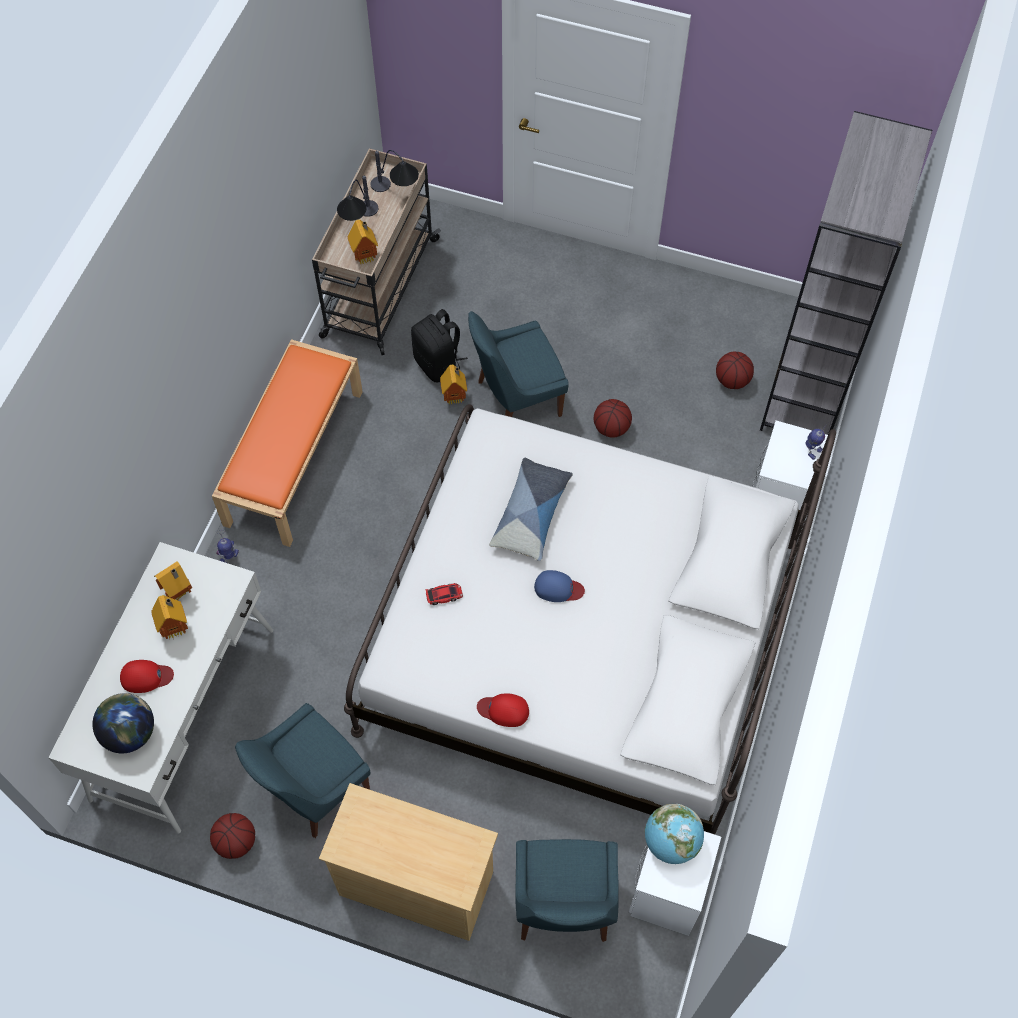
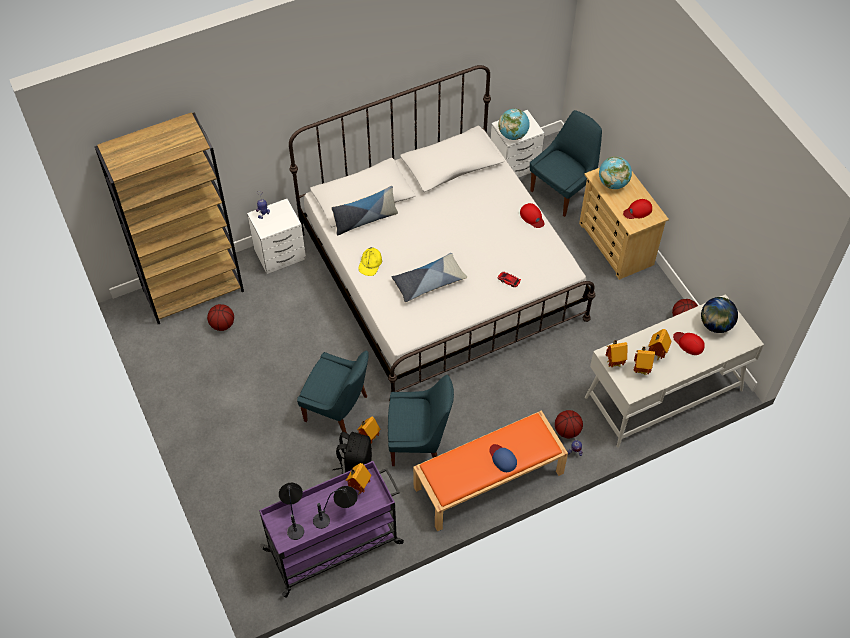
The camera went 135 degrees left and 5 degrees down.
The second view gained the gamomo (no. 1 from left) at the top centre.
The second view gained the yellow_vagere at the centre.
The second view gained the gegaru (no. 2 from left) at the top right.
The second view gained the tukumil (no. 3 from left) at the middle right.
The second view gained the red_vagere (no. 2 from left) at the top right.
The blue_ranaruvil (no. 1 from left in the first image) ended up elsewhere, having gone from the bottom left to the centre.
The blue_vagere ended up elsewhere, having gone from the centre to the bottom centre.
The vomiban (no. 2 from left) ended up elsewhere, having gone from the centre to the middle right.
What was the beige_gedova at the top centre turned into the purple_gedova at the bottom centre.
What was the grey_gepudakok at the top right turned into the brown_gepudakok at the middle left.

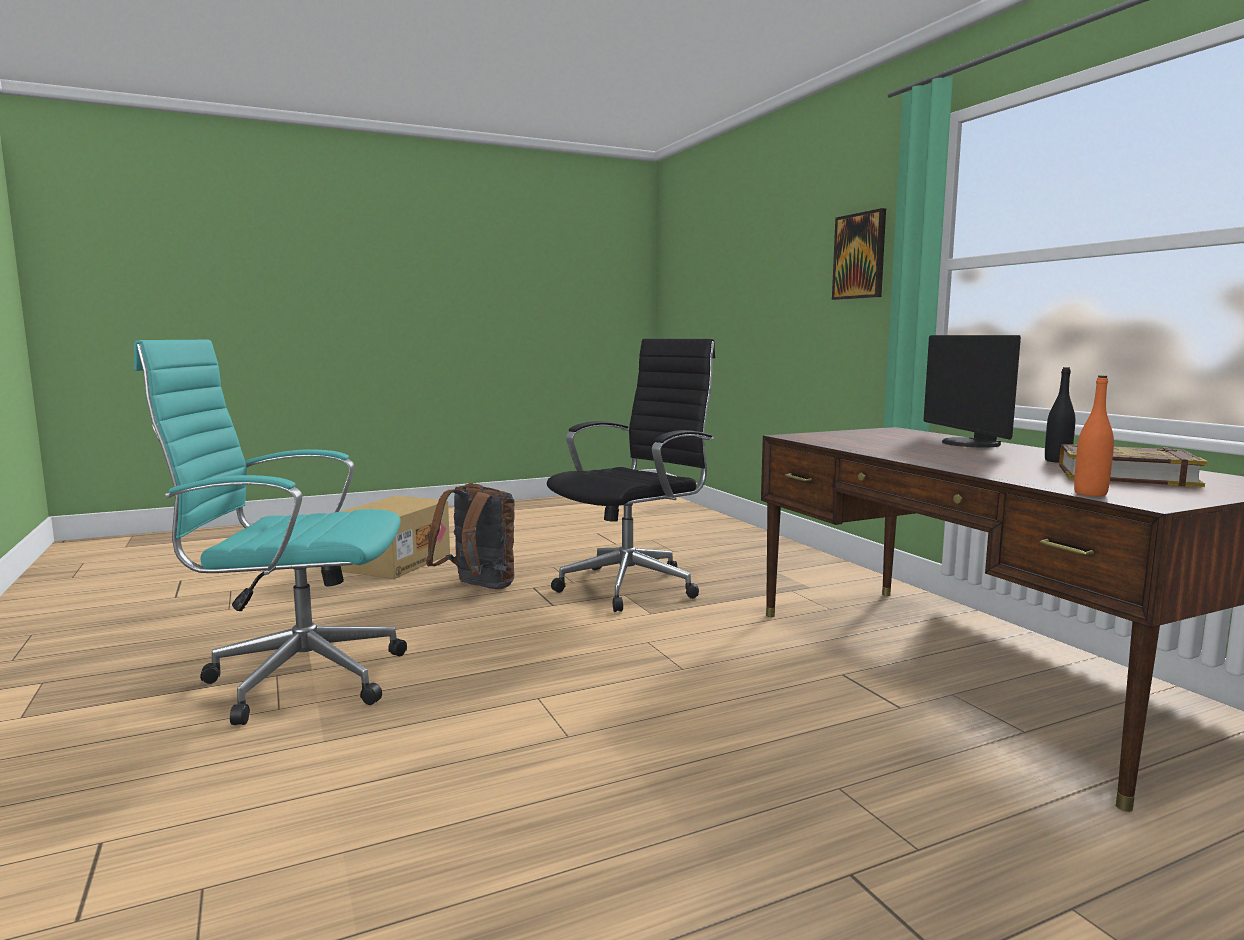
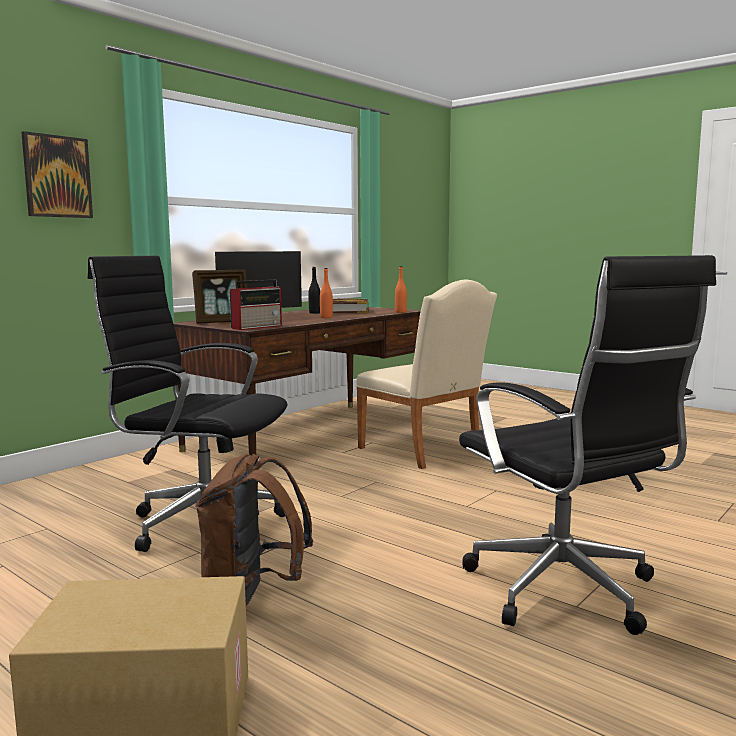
The camera went 115 degrees left and 0 degrees up.
The second view gained the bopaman at the middle left.
The second view gained the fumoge at the centre.
The second view gained the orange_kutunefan (no. 1 from left) at the centre.
The second view gained the beige_ranaruvil at the centre.
What was the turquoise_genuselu at the middle left turned into the black_genuselu (no. 2 from left) at the middle right.

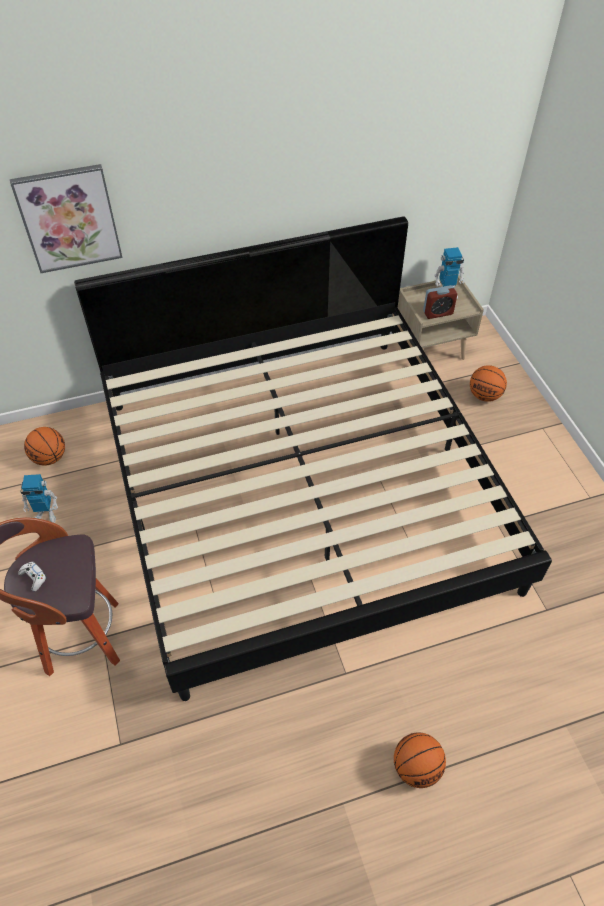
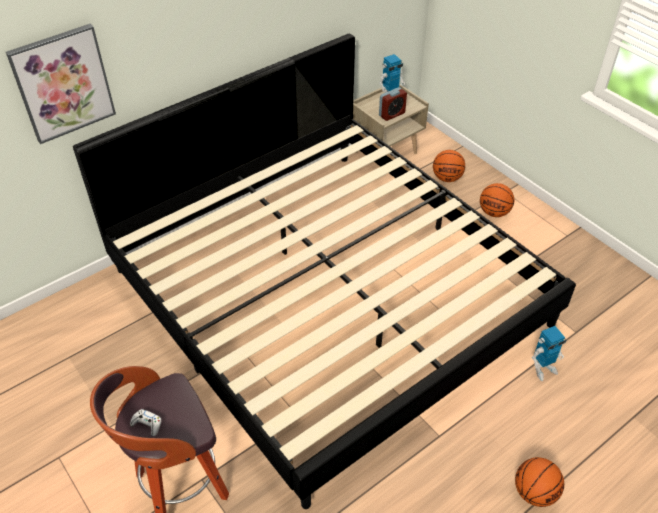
The camera went 20 degrees left and 5 degrees down.
The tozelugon (no. 1 from left in the first image) ended up elsewhere, having gone from the middle left to the bottom right.
The vomiban (no. 1 from left in the first image) ended up elsewhere, having gone from the middle left to the middle right.

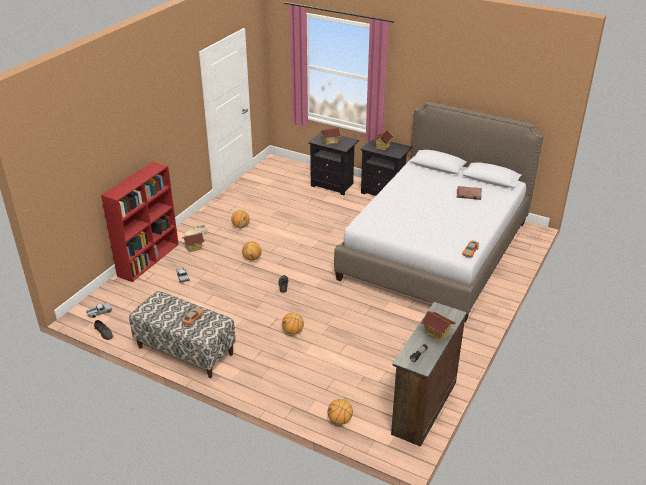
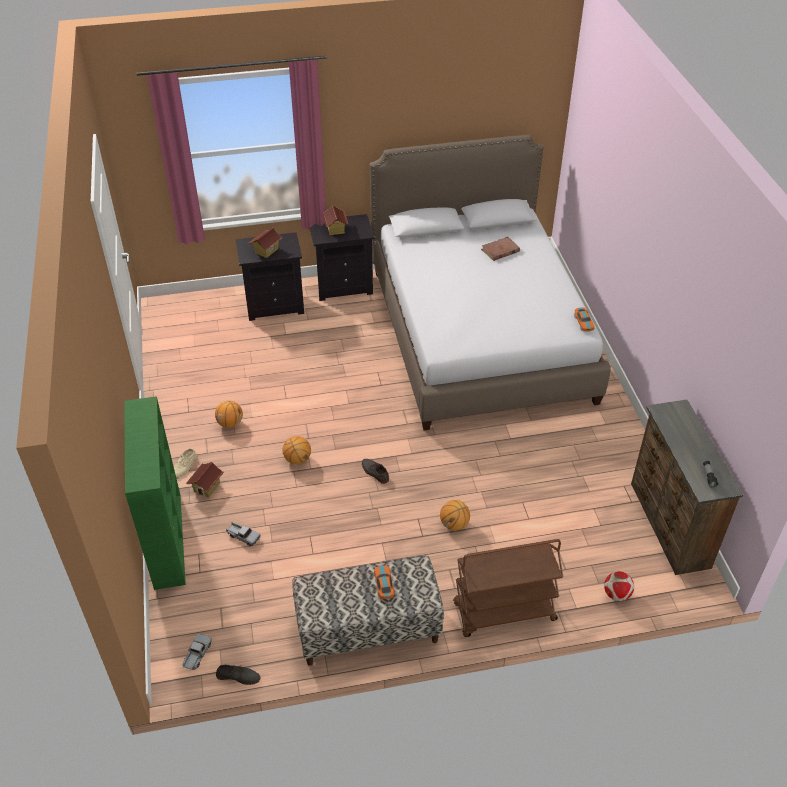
The camera went 40 degrees left and 10 degrees up.
The second view lost the tukumil (no. 4 from left) at the bottom right.
The second view gained the brown_gedova at the bottom centre.
Where the vomiban (no. 4 from left) stood at the bottom centre, the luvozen came to stand at the bottom right.
What was the red_gepudakok at the middle left turned into the green_gepudakok at the middle left.

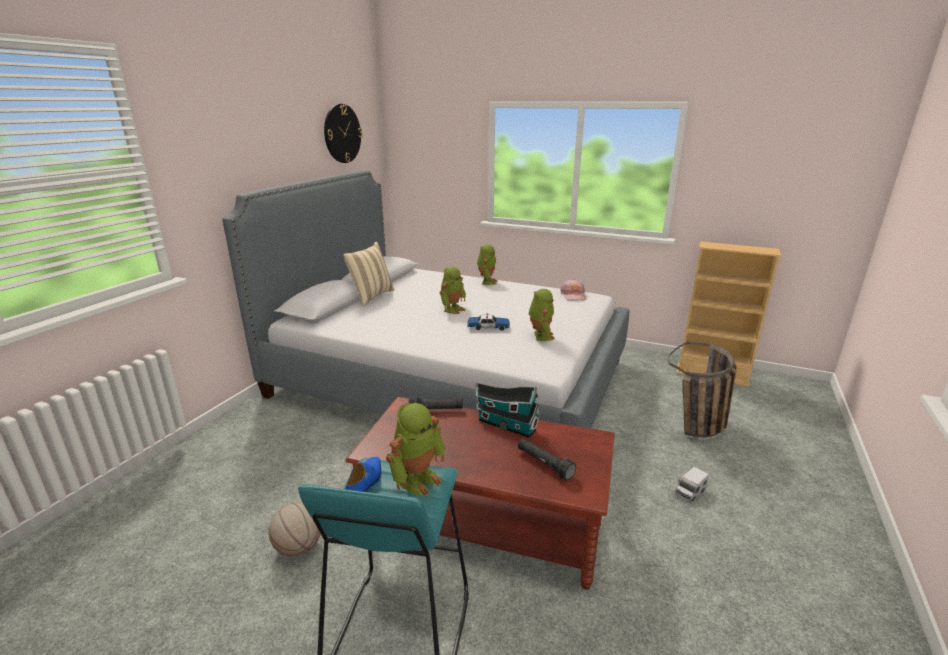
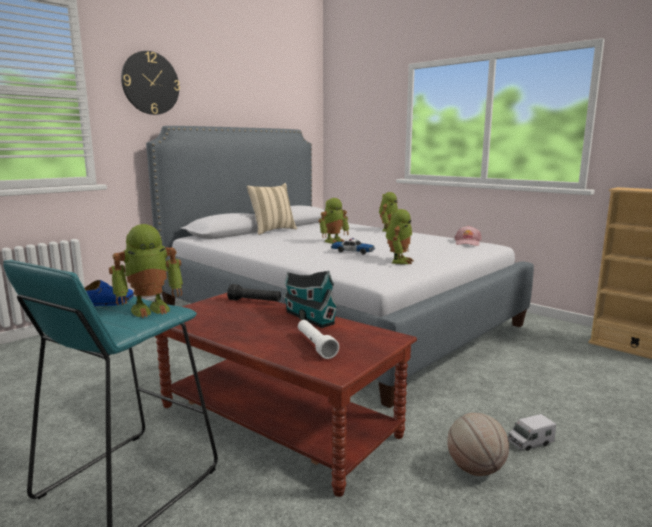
The camera went 20 degrees right and 10 degrees down.
The second view lost the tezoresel at the middle right.
The vomiban ended up elsewhere, having gone from the bottom left to the bottom right.
The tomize ended up elsewhere, having gone from the top centre to the top left.
What was the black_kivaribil (no. 2 from left) at the bottom centre turned into the white_kivaribil at the centre.

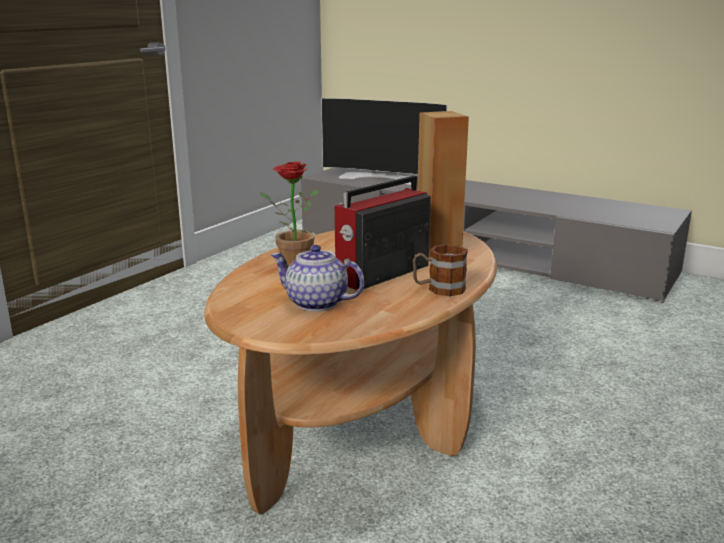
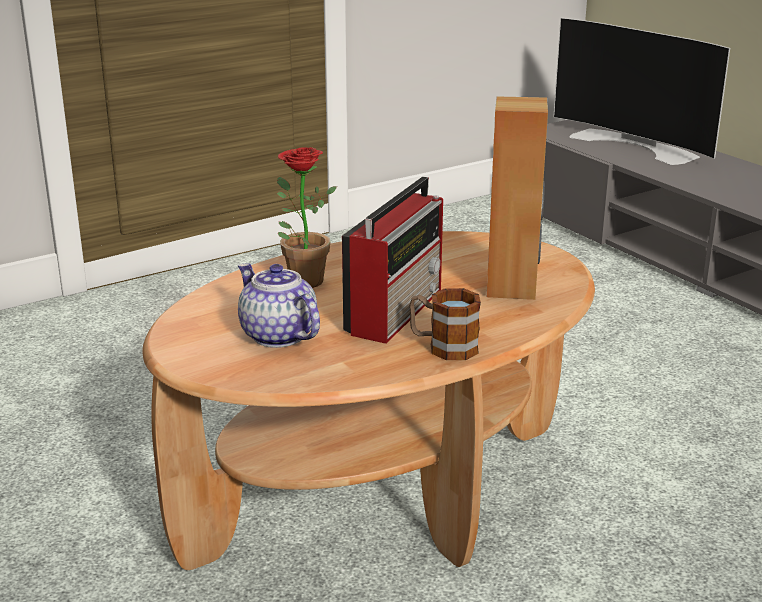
The camera went 25 degrees right and 5 degrees up.
The fumoge at the centre ended up facing another way, 135 degrees clockwise from before.

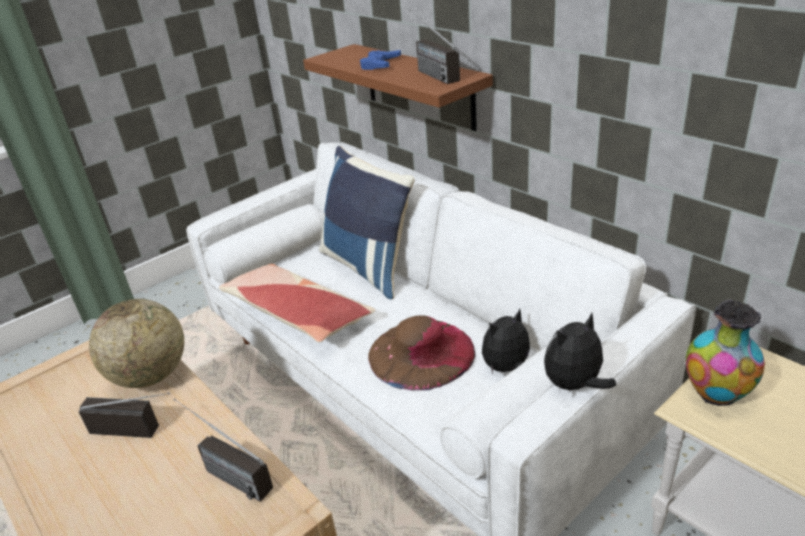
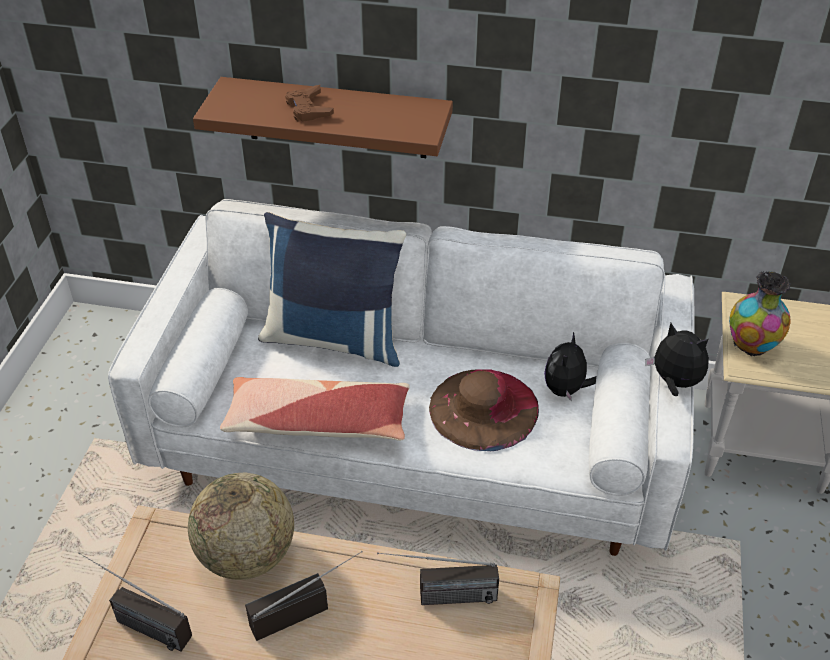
The camera went 40 degrees left and 10 degrees up.
The fumoge (no. 3 from left in the first image) ended up elsewhere, having gone from the top centre to the bottom left.
What was the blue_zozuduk at the top centre turned into the brown_zozuduk at the top centre.
The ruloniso (no. 2 from left) at the middle right ended up facing another way, 105 degrees clockwise from before.

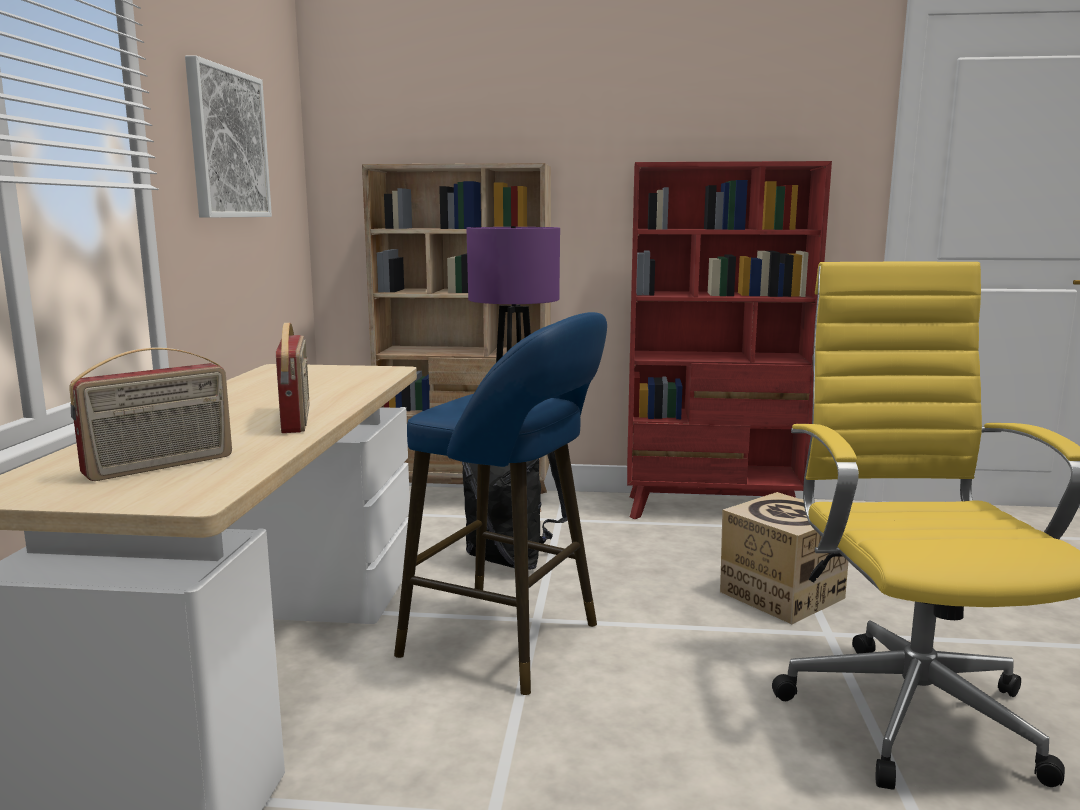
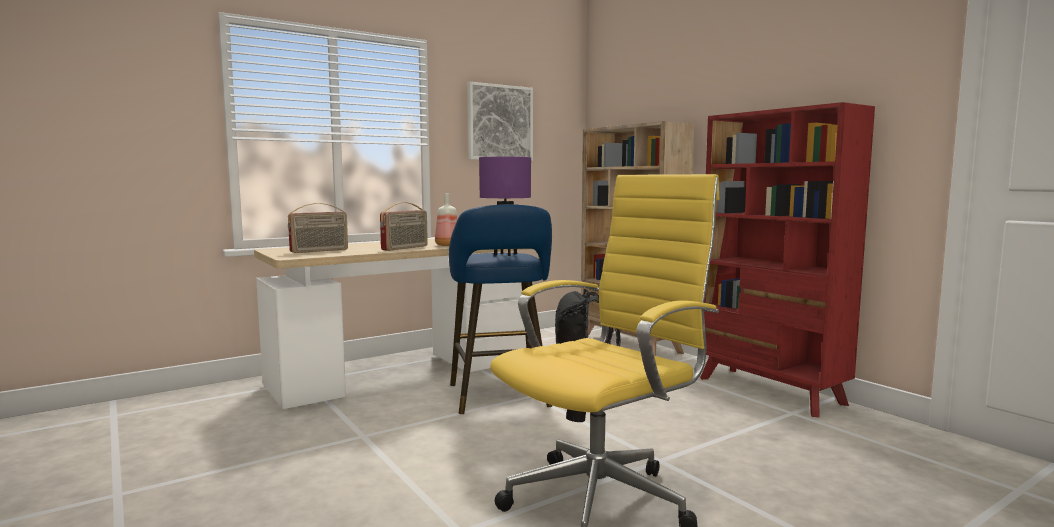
The camera went 50 degrees right and 5 degrees down.
The second view lost the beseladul at the bottom right.
The second view gained the kutunefan at the centre.
The fumoge (no. 1 from left) at the middle left ended up facing another way, 45 degrees counterclockwise from before.

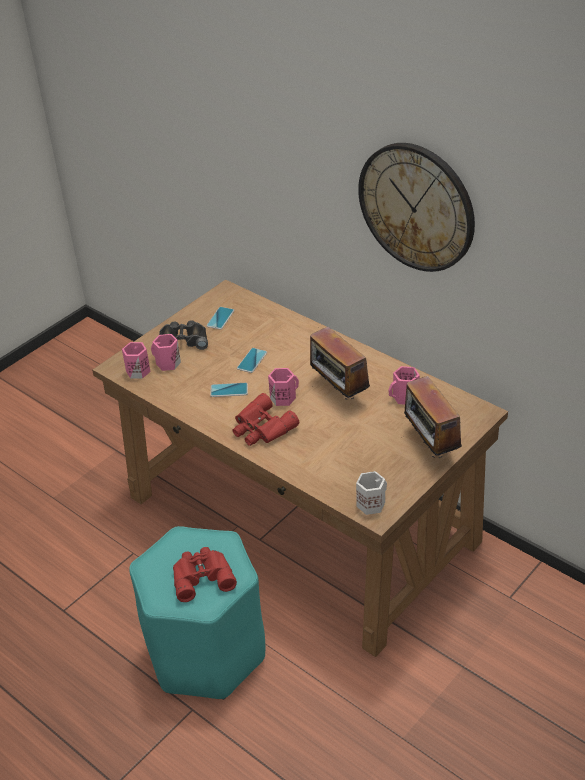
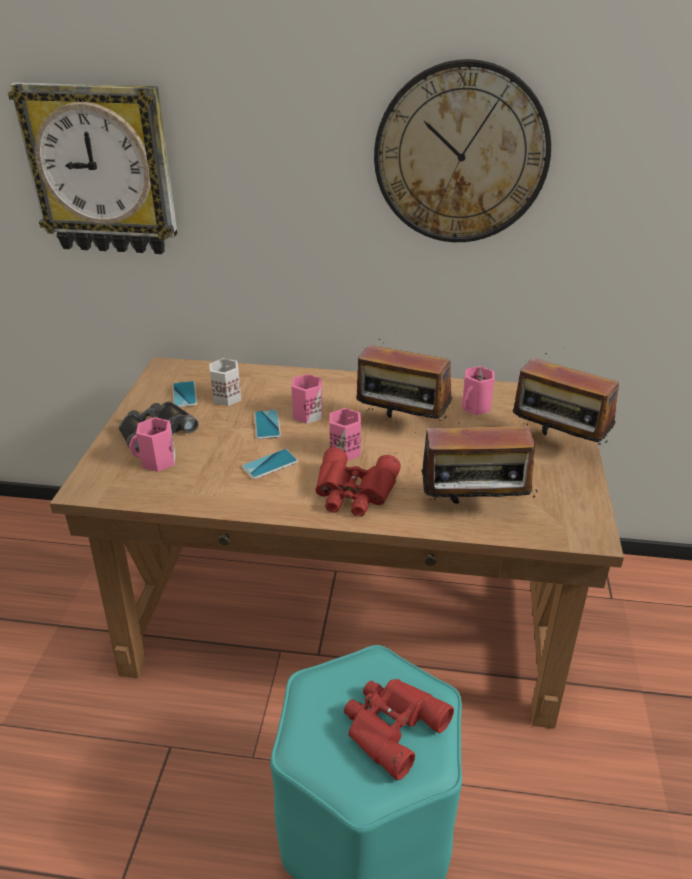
The camera went 35 degrees left and 5 degrees down.
The second view gained the tomize (no. 1 from left) at the top left.
The second view gained the fumoge (no. 2 from left) at the middle right.
The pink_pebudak (no. 1 from left in the first image) ended up elsewhere, having gone from the middle left to the centre.
The white_pebudak ended up elsewhere, having gone from the centre to the middle left.

